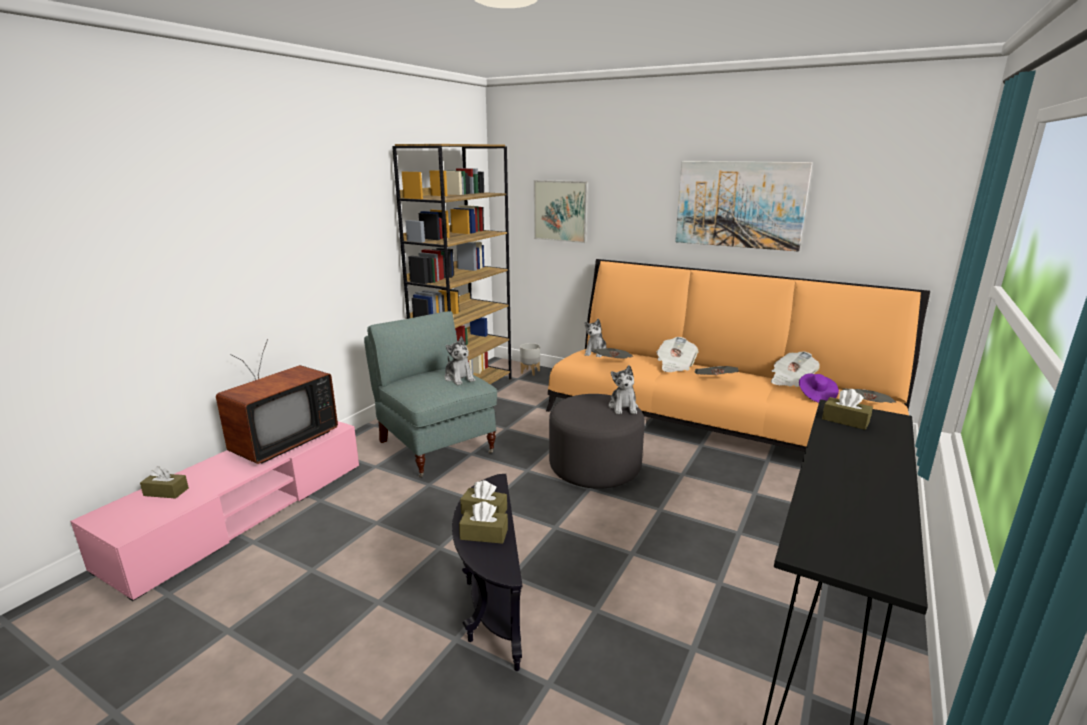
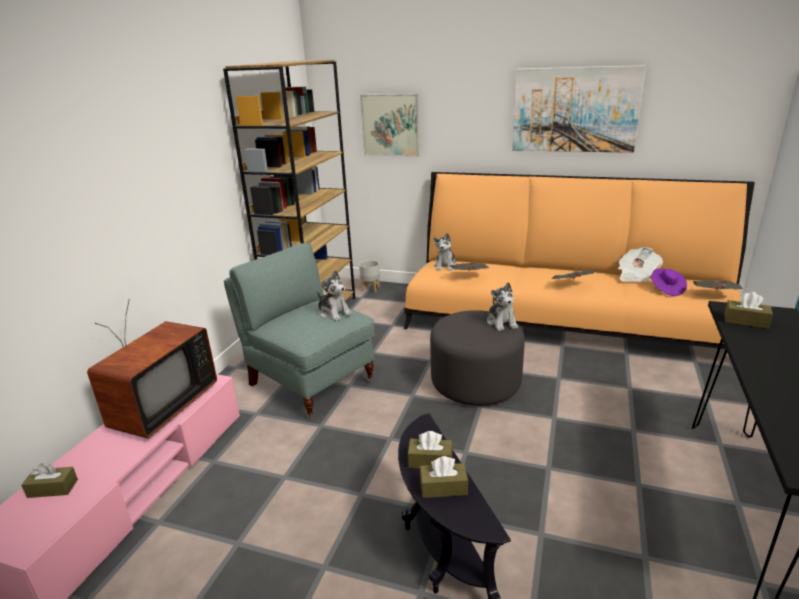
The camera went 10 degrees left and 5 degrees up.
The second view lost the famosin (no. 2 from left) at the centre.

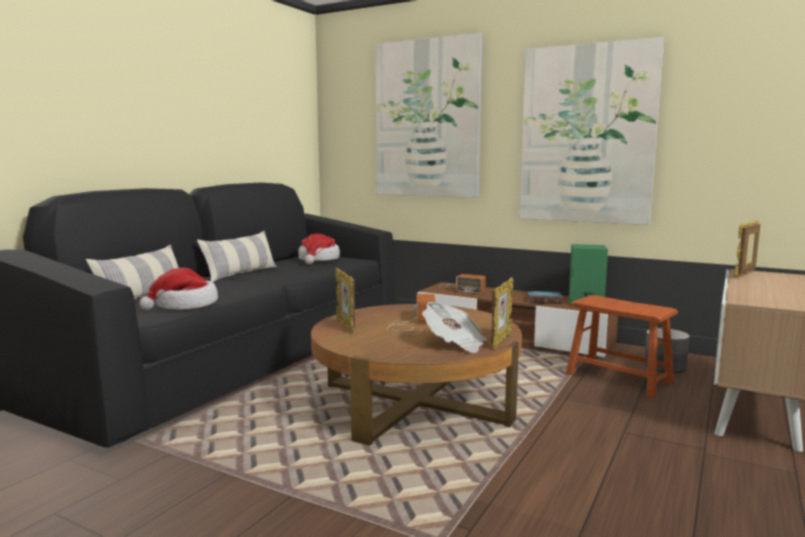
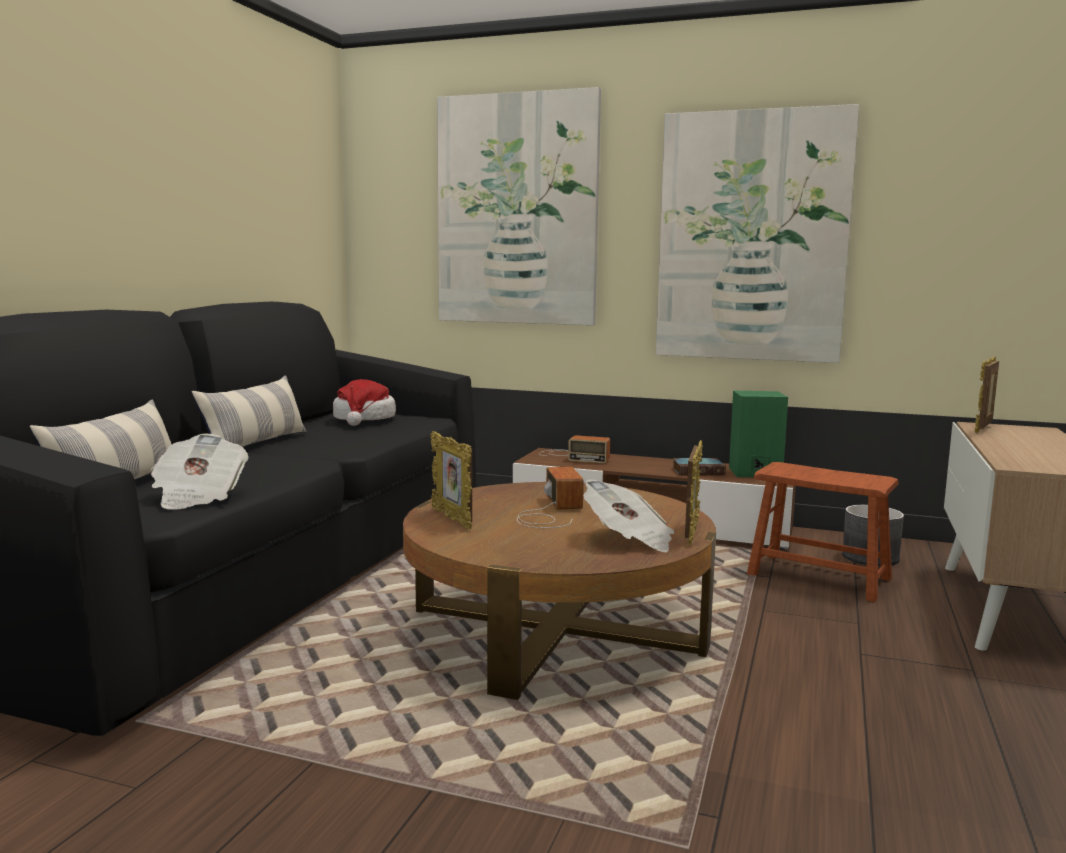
The camera went 10 degrees left and 0 degrees up.
Where the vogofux (no. 1 from left) stood at the middle left, the famosin (no. 1 from left) came to stand at the middle left.

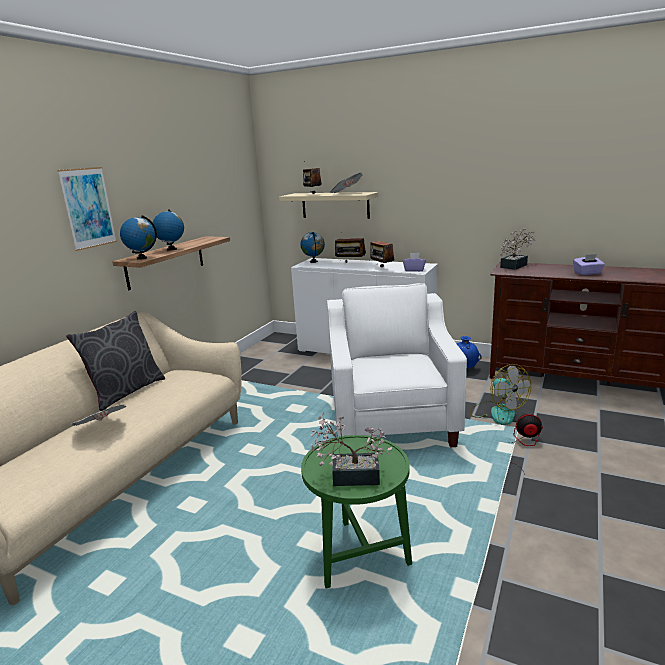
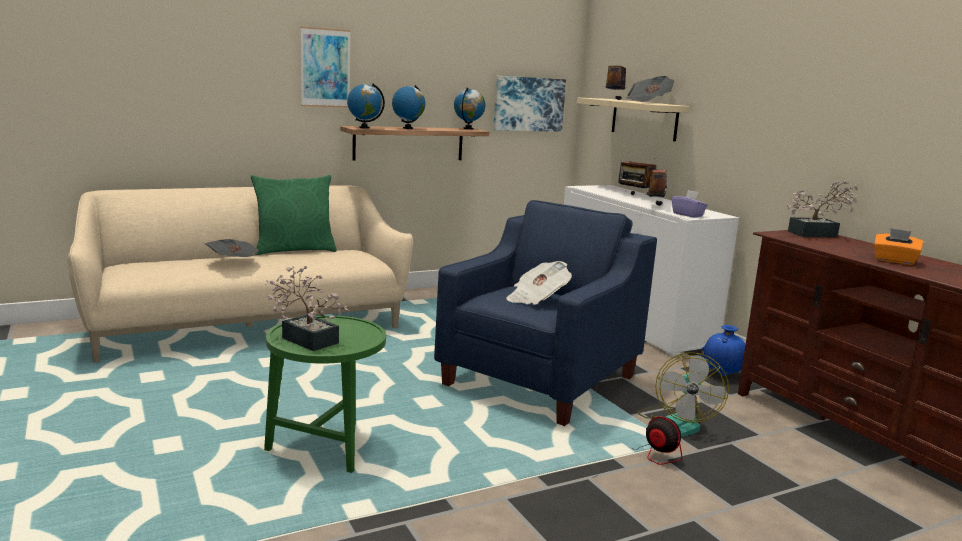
The camera went 35 degrees right and 5 degrees down.
The second view gained the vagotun (no. 2 from left) at the top centre.
The second view gained the famosin (no. 2 from left) at the centre.
The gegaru (no. 3 from left) ended up elsewhere, having gone from the centre to the top centre.
What was the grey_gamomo at the middle left turned into the green_gamomo at the middle left.
What was the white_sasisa at the centre turned into the blue_sasisa at the centre.
What was the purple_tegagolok (no. 2 from left) at the middle right turned into the orange_tegagolok at the middle right.

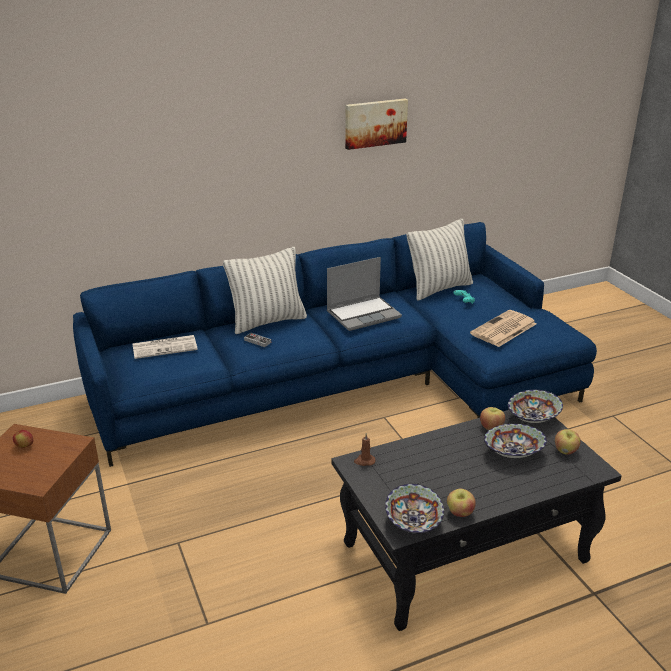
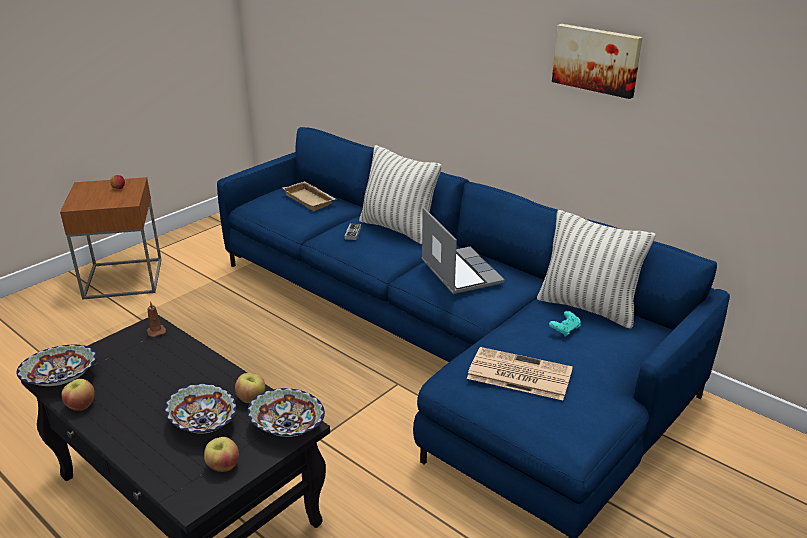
The camera went 65 degrees right and 0 degrees up.
Where the famosin (no. 1 from left) stood at the middle left, the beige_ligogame came to stand at the centre.
The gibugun at the centre ended up facing another way, 150 degrees counterclockwise from before.

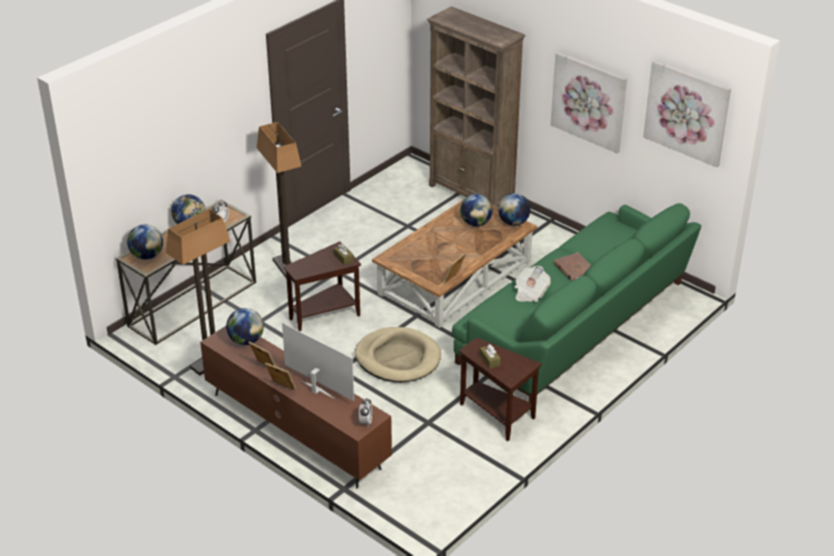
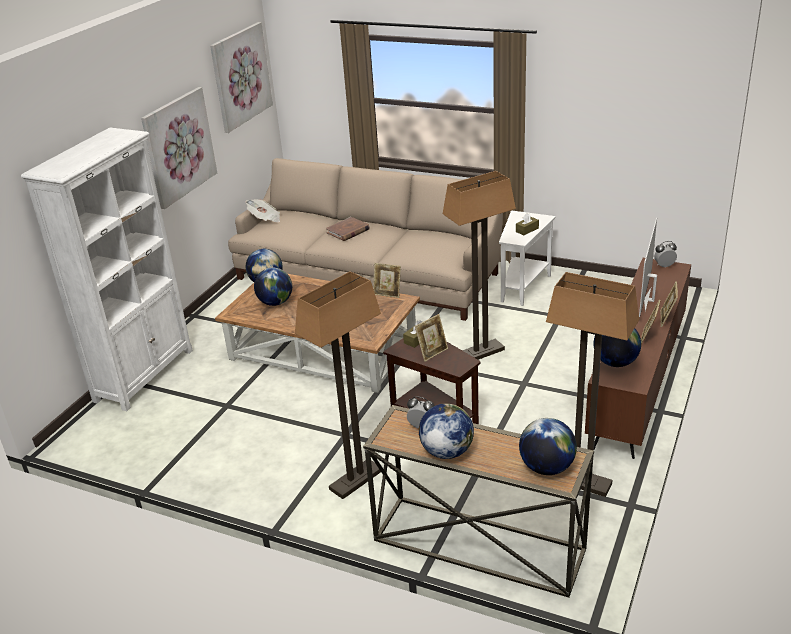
The camera went 105 degrees left and 5 degrees down.
The second view gained the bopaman (no. 2 from left) at the centre.
The famosin ended up elsewhere, having gone from the centre to the top left.
Where the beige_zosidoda stood at the centre, the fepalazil (no. 2 from left) came to stand at the centre.
What was the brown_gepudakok at the top centre turned into the white_gepudakok at the middle left.
What was the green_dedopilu at the middle right turned into the beige_dedopilu at the centre.
What was the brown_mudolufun (no. 2 from left) at the bottom centre turned into the white_mudolufun at the centre.

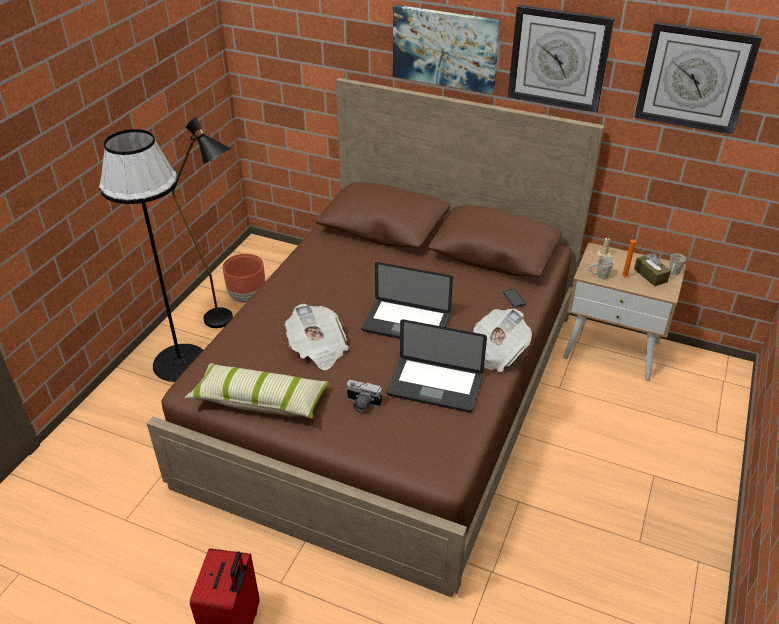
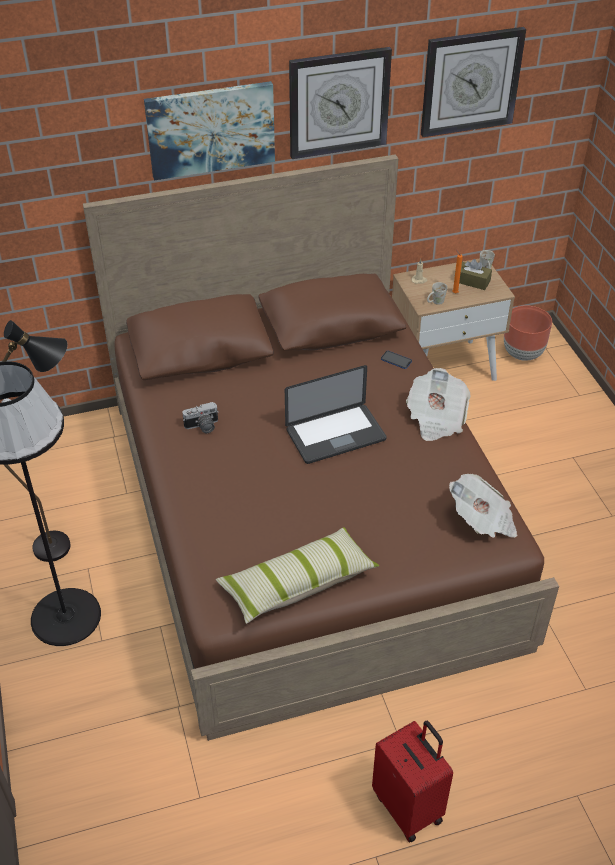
The camera went 40 degrees left and 5 degrees up.
The second view lost the gibugun (no. 2 from left) at the centre.
The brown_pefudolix ended up elsewhere, having gone from the middle left to the middle right.
The famosin (no. 1 from left in the first image) ended up elsewhere, having gone from the centre to the middle right.
The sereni ended up elsewhere, having gone from the centre to the middle left.

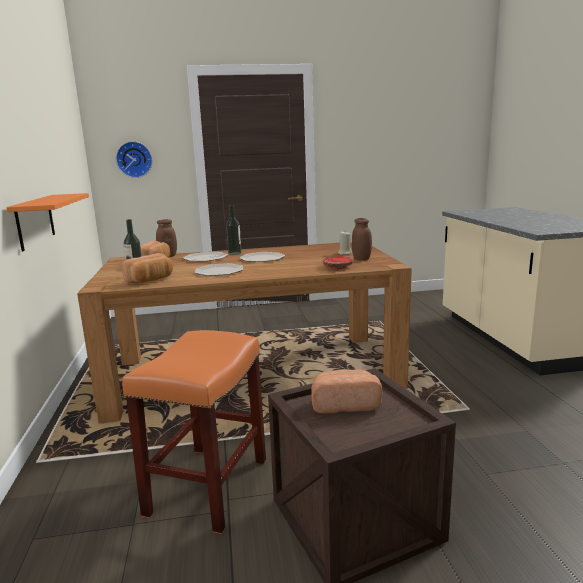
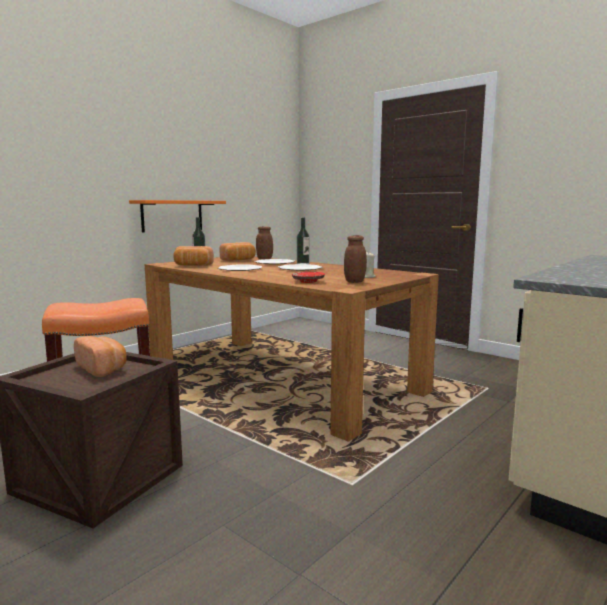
The camera went 50 degrees right and 5 degrees down.
The second view lost the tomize at the top left.

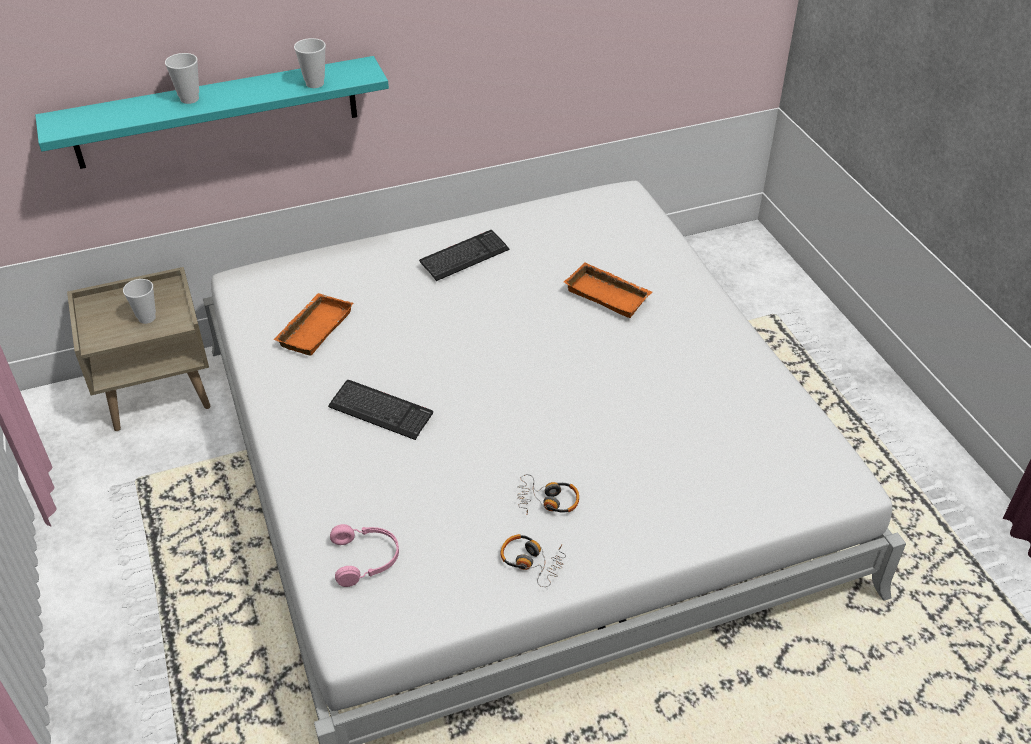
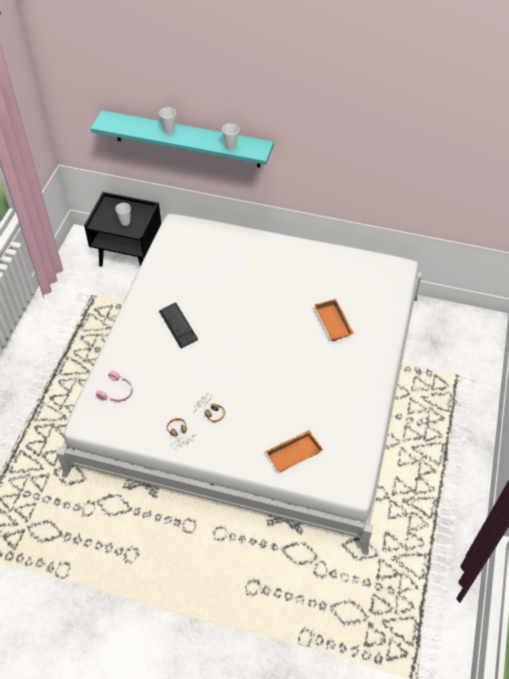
The camera went 35 degrees right and 10 degrees up.
The second view lost the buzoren (no. 2 from left) at the centre.
The orange_ligogame (no. 1 from left) ended up elsewhere, having gone from the middle left to the centre.
What was the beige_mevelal at the middle left turned into the black_mevelal at the middle left.

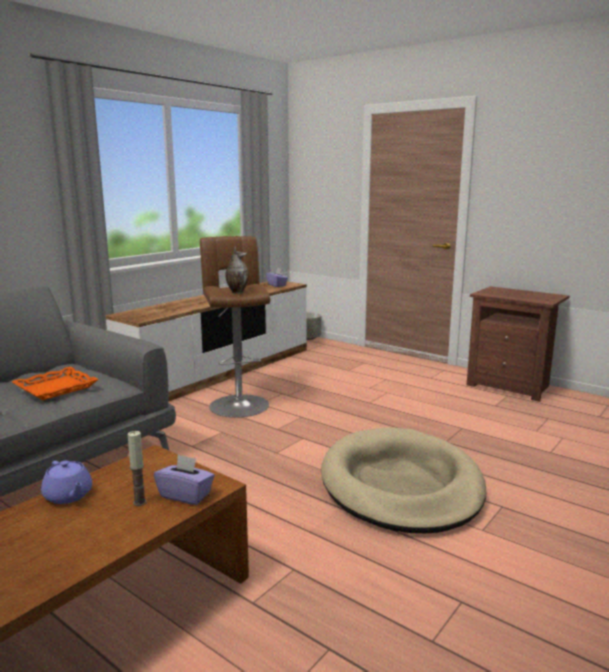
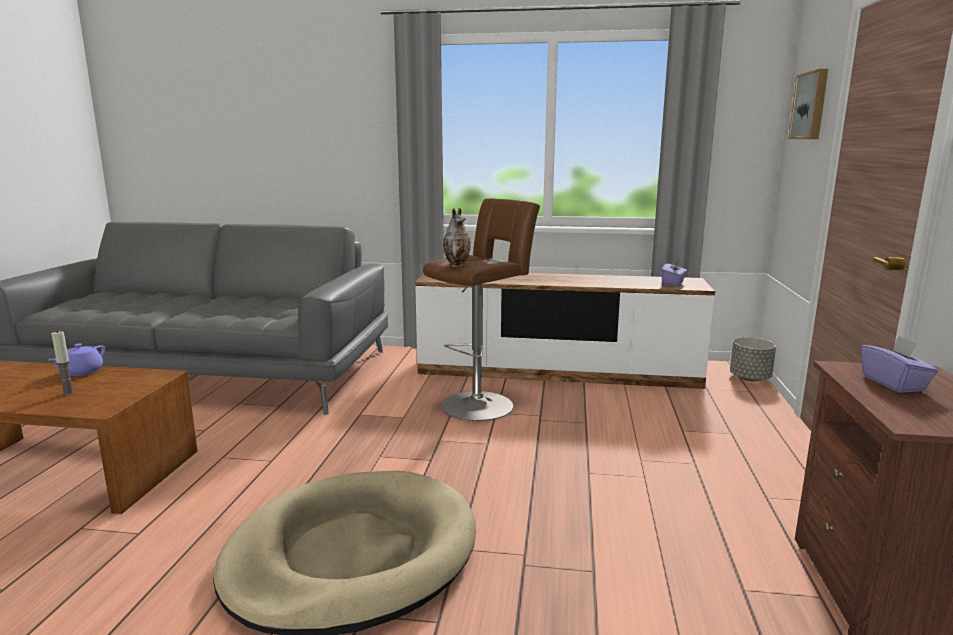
The camera went 60 degrees right and 0 degrees up.
The second view lost the orange_ligogame at the middle left.
The second view gained the vagotun at the top right.
The purple_tegagolok (no. 1 from left in the first image) ended up elsewhere, having gone from the bottom left to the middle right.

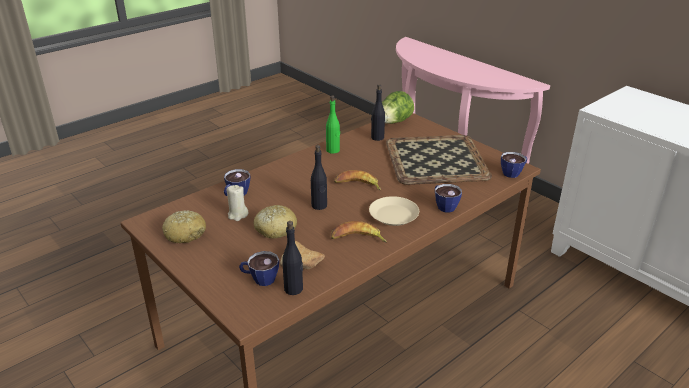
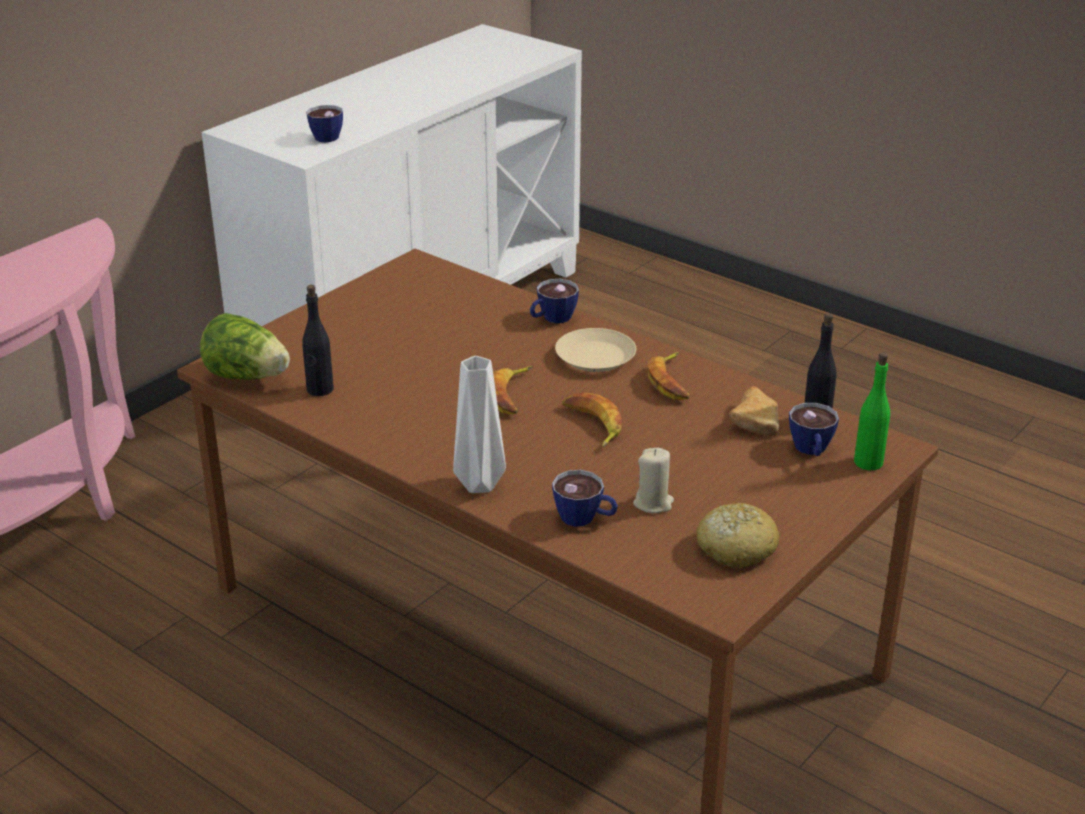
The camera went 100 degrees left and 0 degrees up.
The second view lost the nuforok (no. 2 from left) at the centre.
The second view lost the ligogame at the centre.
The second view gained the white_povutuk at the centre.
The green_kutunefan ended up elsewhere, having gone from the top centre to the middle right.
The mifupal (no. 4 from left in the first image) ended up elsewhere, having gone from the middle right to the top left.
Where the black_kutunefan (no. 2 from left) stood at the centre, the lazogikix (no. 2 from left) came to stand at the centre.

